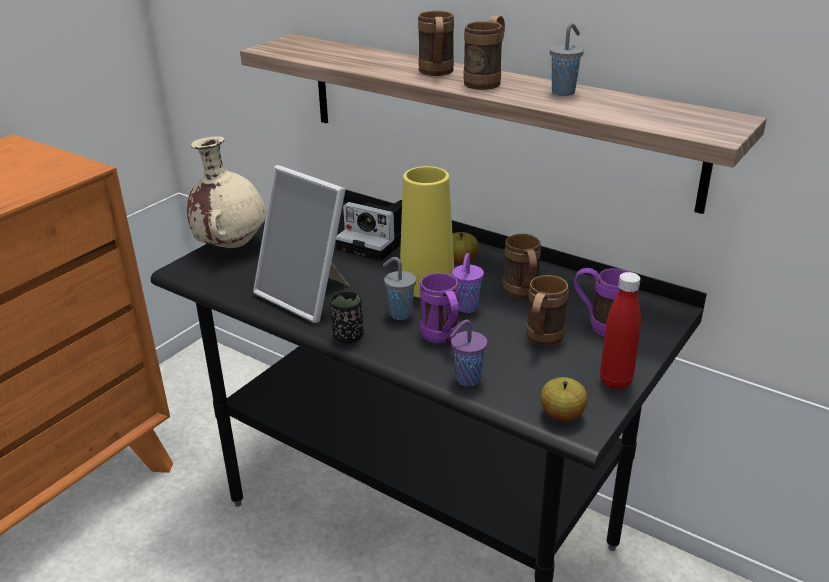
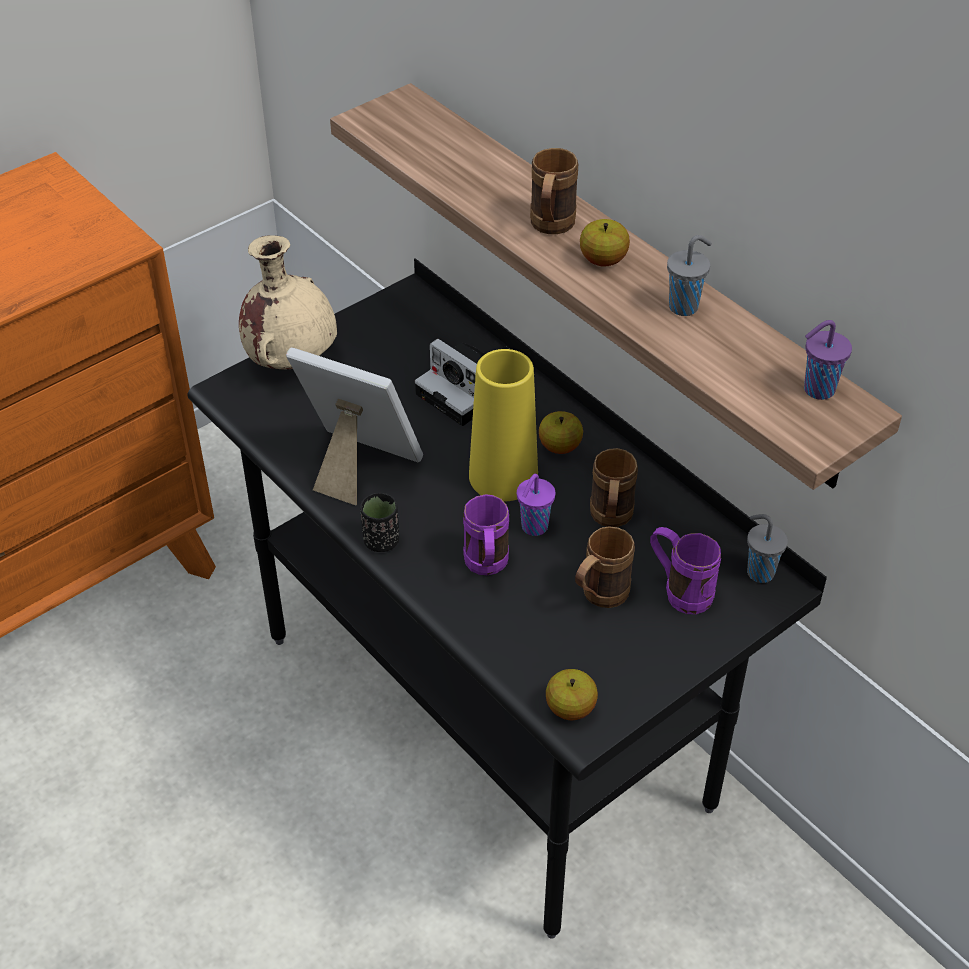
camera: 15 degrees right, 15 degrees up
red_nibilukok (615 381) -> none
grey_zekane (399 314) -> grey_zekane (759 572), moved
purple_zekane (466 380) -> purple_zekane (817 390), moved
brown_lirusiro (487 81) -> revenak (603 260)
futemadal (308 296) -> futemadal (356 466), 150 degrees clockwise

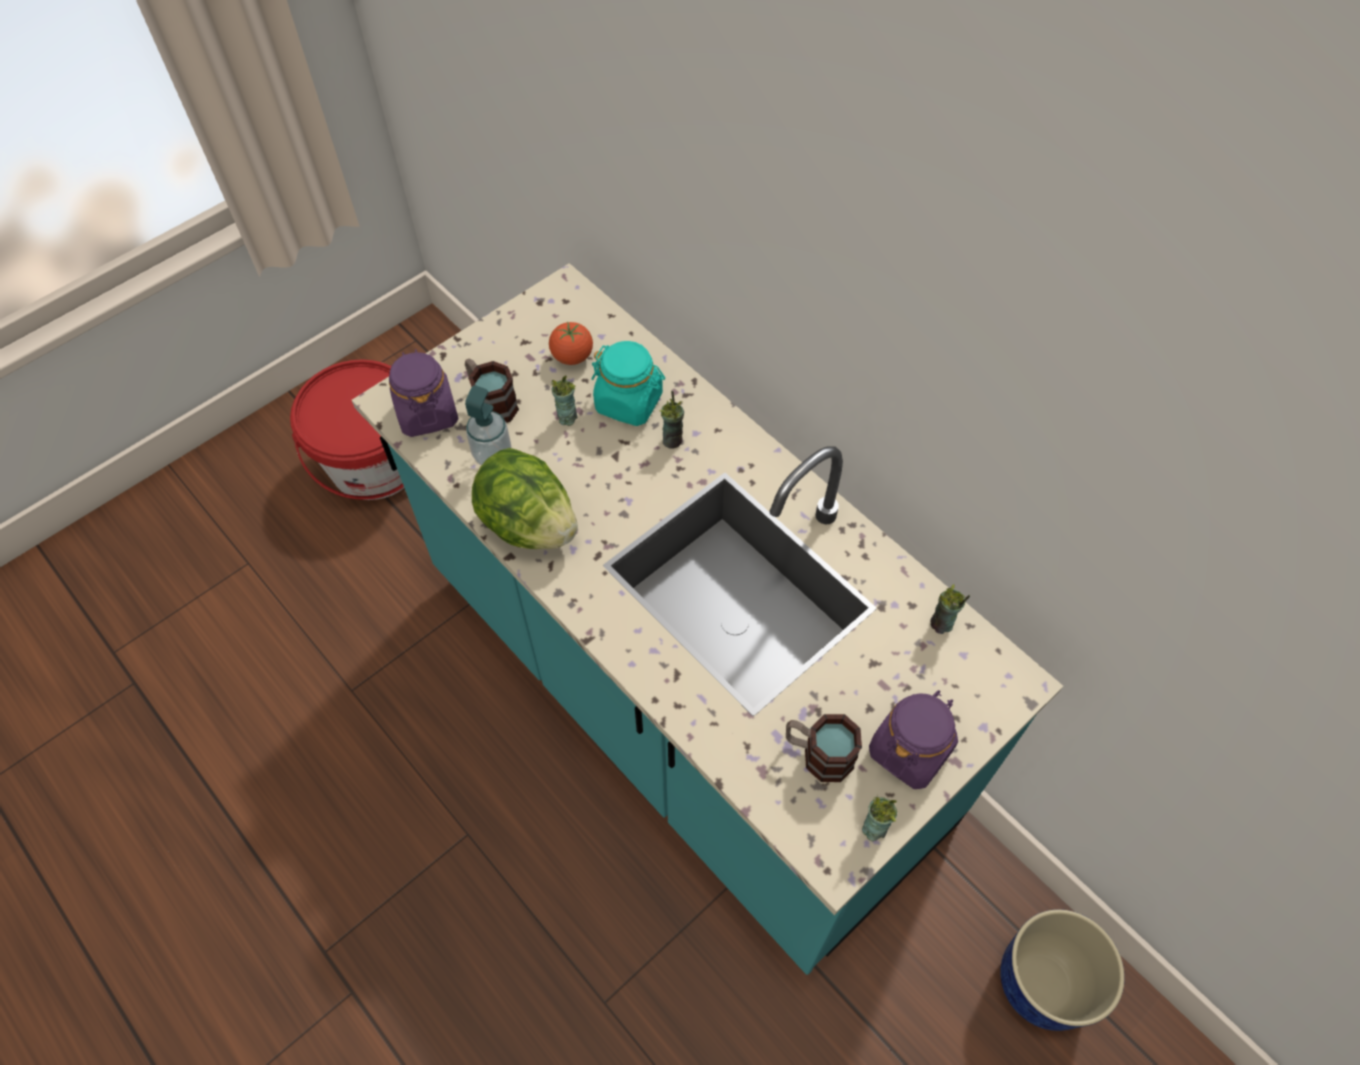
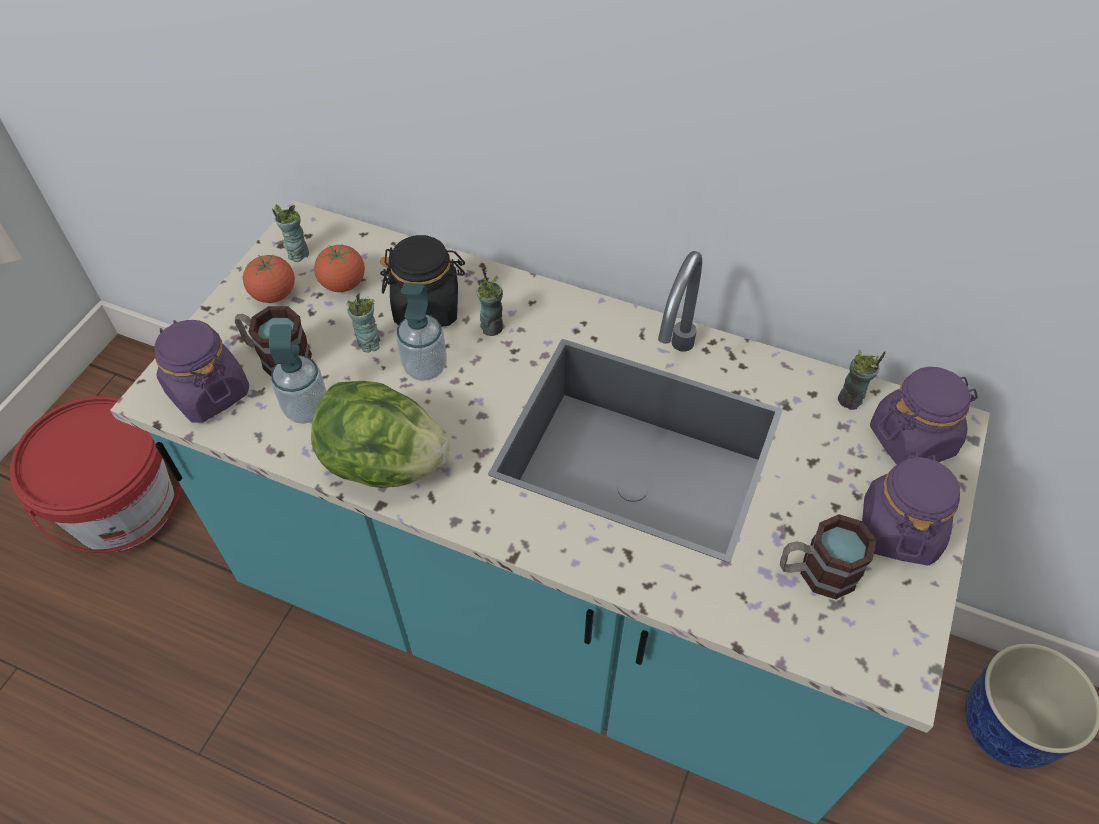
camera: 25 degrees left, 5 degrees down
none -> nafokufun (274 294)
none -> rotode (425 367)
none -> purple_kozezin (911 440)
zekane (874 828) -> zekane (298 254), moved
turquoise_kozezin (629 402) -> black_kozezin (427 307)

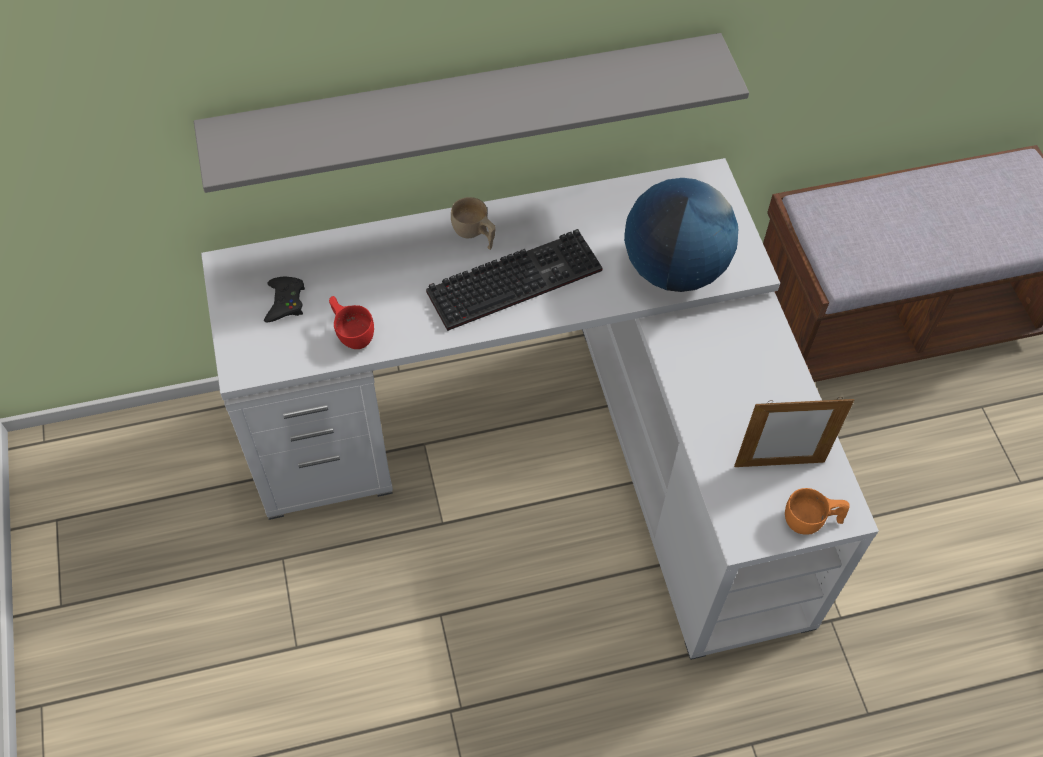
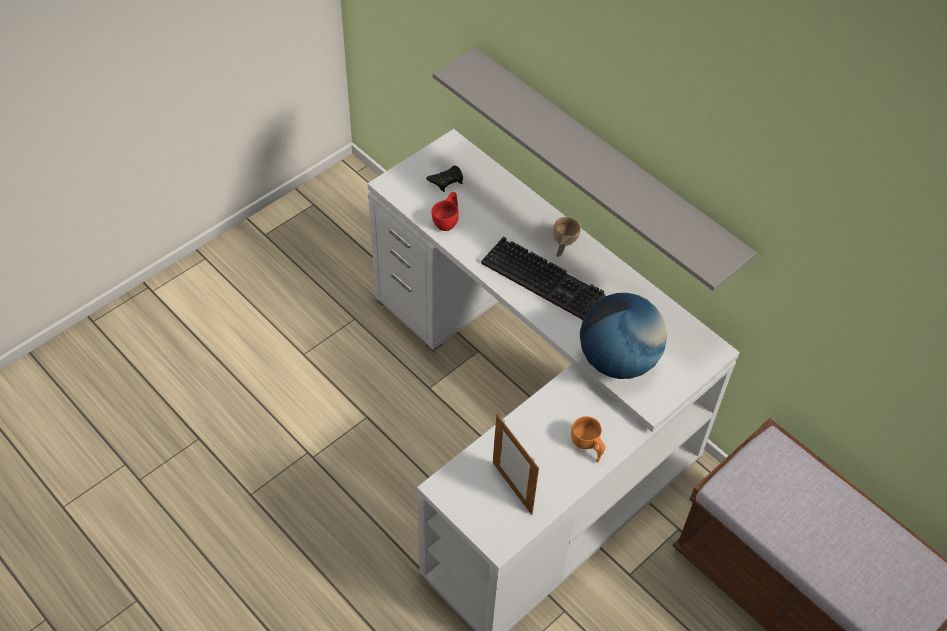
camera: 60 degrees right, 5 degrees down
orange_zekane (811 521) -> orange_zekane (587 446), moved

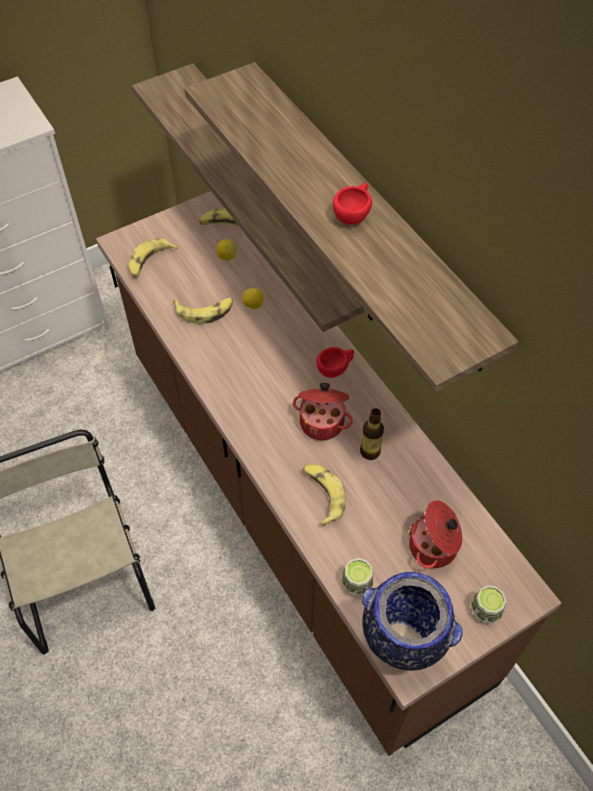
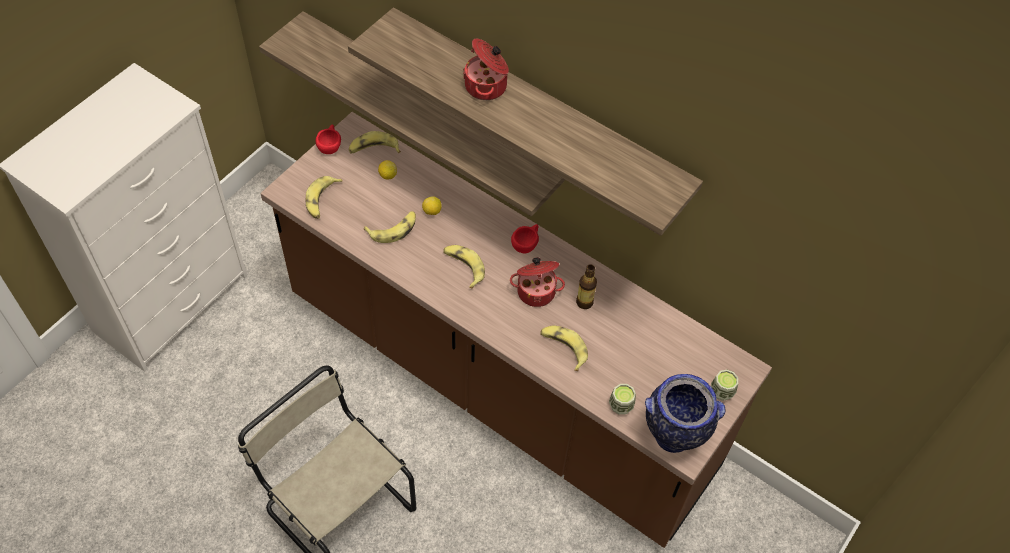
camera: 25 degrees left, 0 degrees up
none -> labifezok (464 267)
red_zekane (353 214) -> red_zekane (330 146), moved
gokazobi (434 547) -> gokazobi (487 86), moved

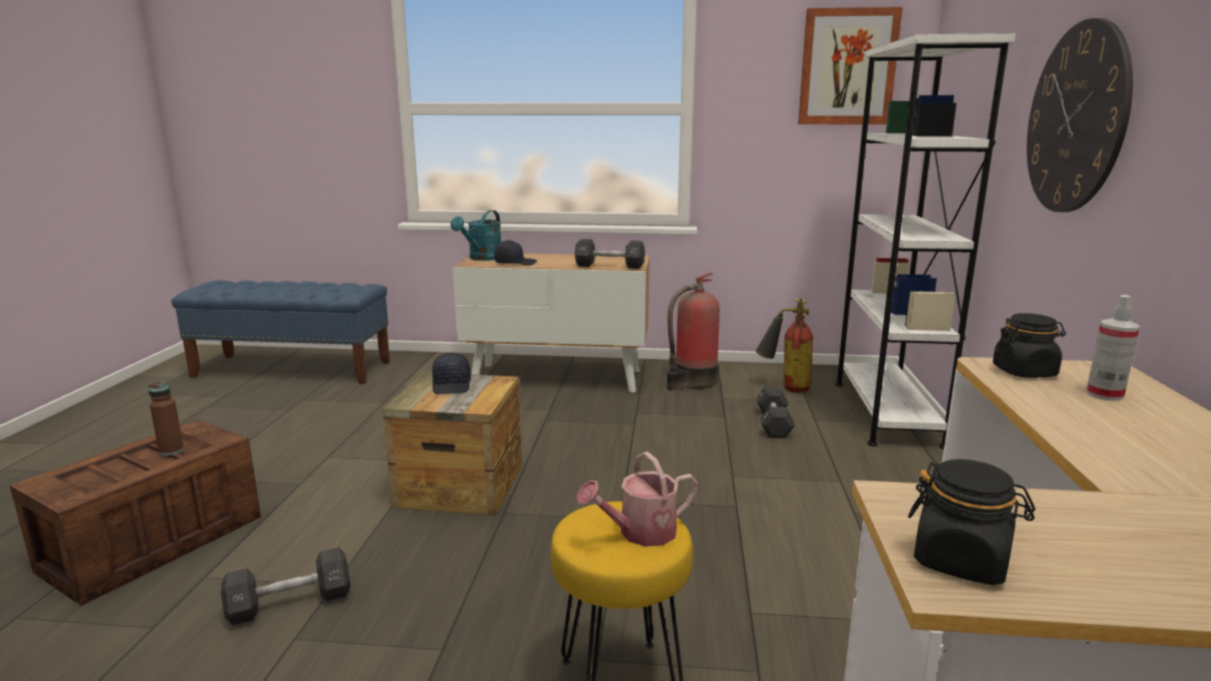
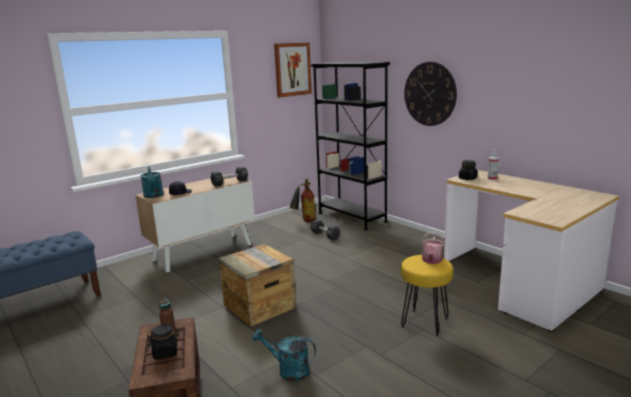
camera: 45 degrees left, 0 degrees up
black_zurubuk (452 385) -> none
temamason (692 382) -> none
black_kozezin (961 561) -> black_kozezin (165 353), moved
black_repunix (290 603) -> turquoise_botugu (288 370)
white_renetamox (886 413) -> black_renetamox (351 217)

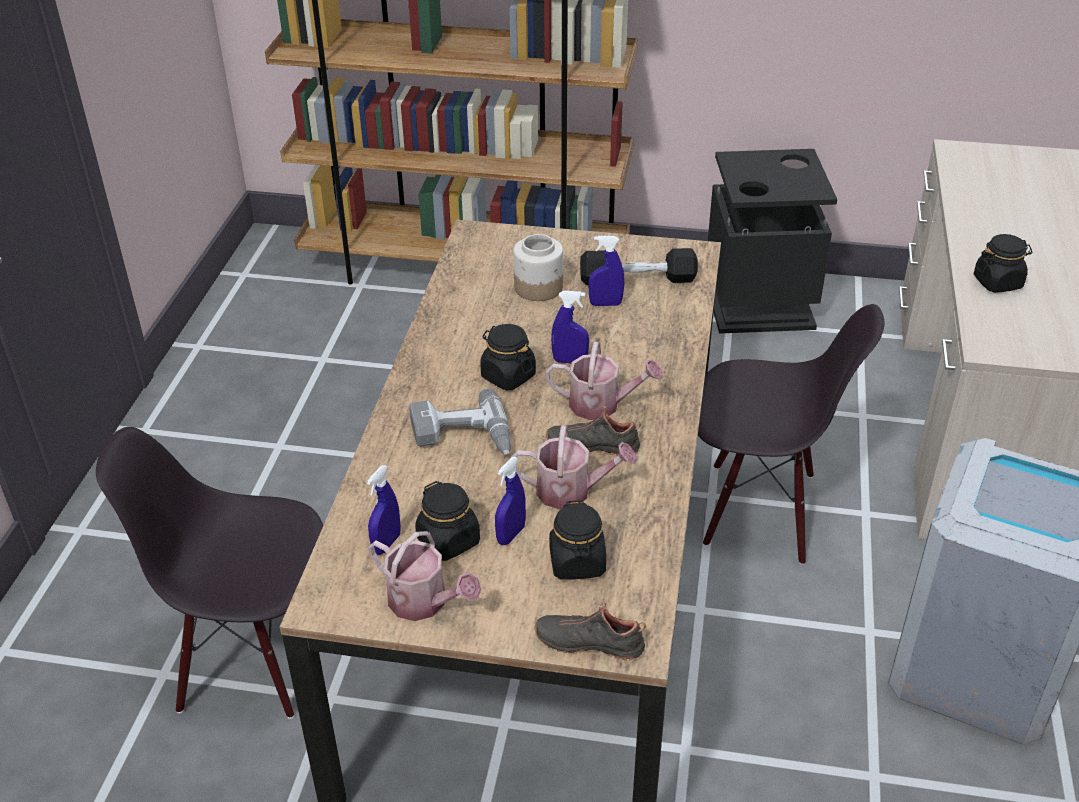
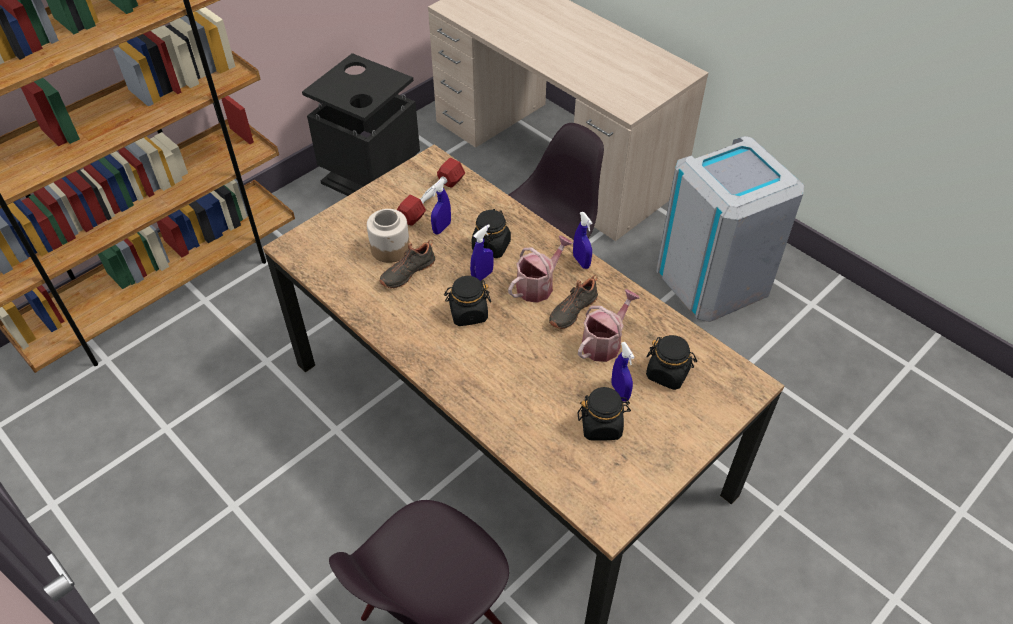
camera: 55 degrees left, 10 degrees up
botugu (424 602) -> none
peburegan (462 438) -> none
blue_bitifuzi (386 544) -> blue_bitifuzi (581 261), moved
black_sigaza (590 641) -> black_sigaza (407 272), moved
black_kozezin (998 282) -> black_kozezin (491 246), moved
black_repunix (638 279) -> red_repunix (432 199)

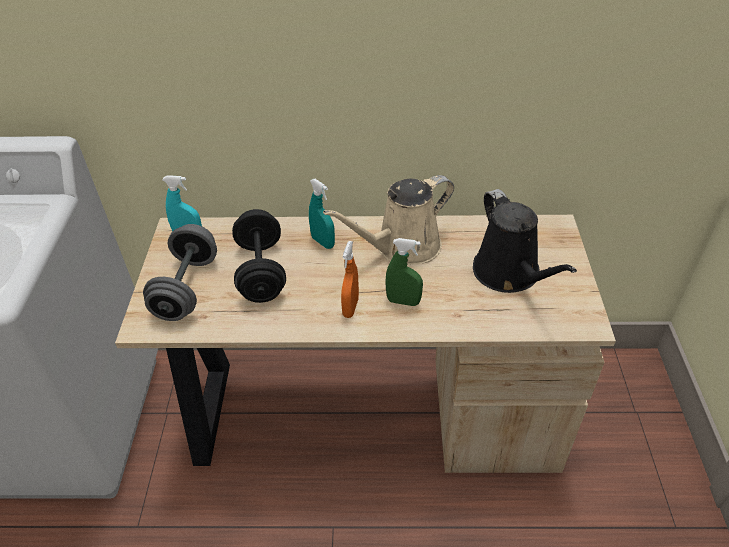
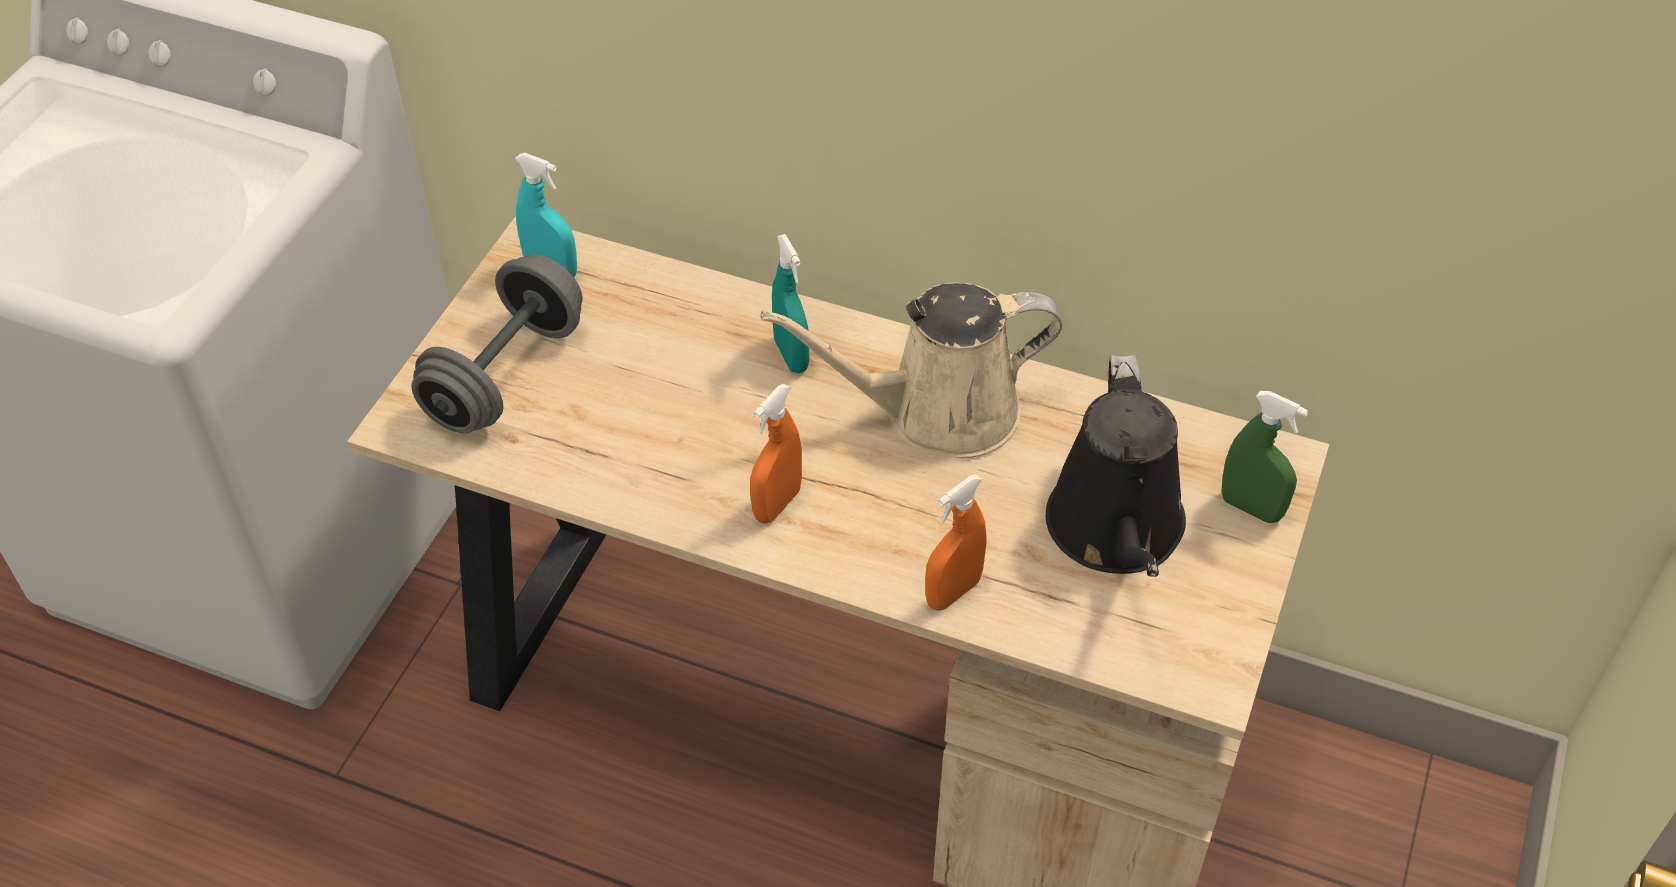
camera: 20 degrees right, 5 degrees up
black_repunix (261 272) -> none
none -> orange_bitifuzi (953 592)
green_bitifuzi (403 301) -> green_bitifuzi (1251 508), moved

